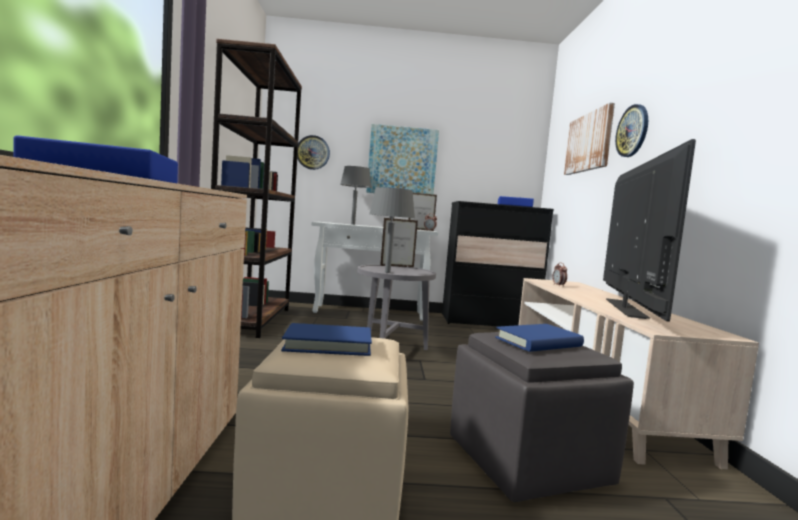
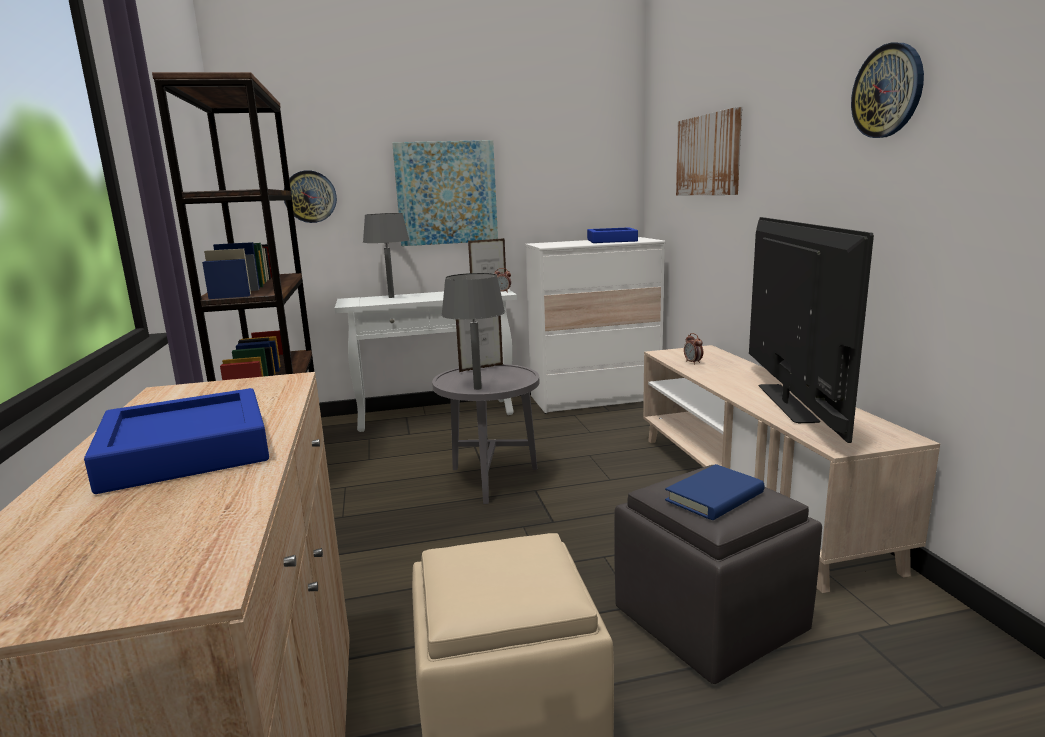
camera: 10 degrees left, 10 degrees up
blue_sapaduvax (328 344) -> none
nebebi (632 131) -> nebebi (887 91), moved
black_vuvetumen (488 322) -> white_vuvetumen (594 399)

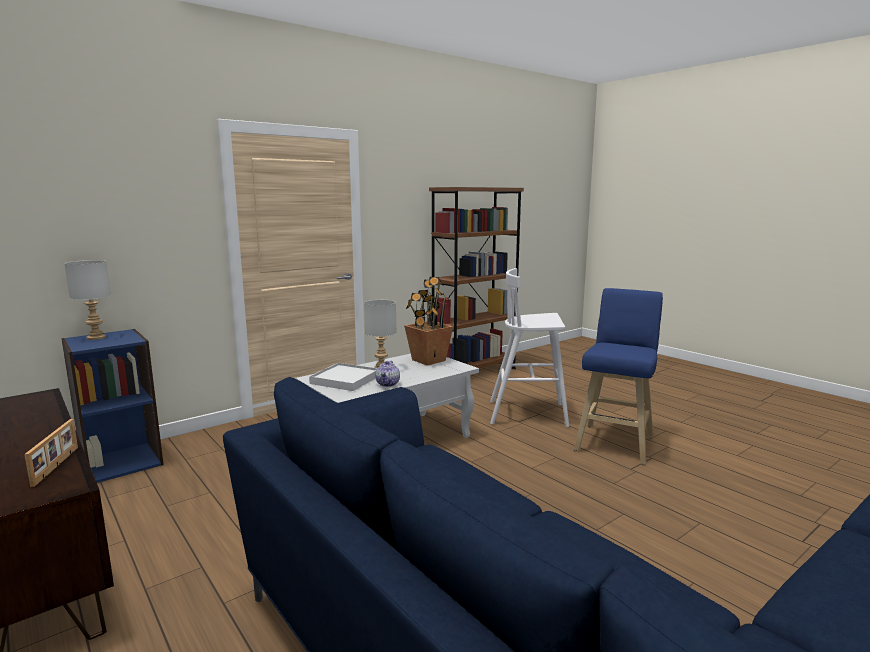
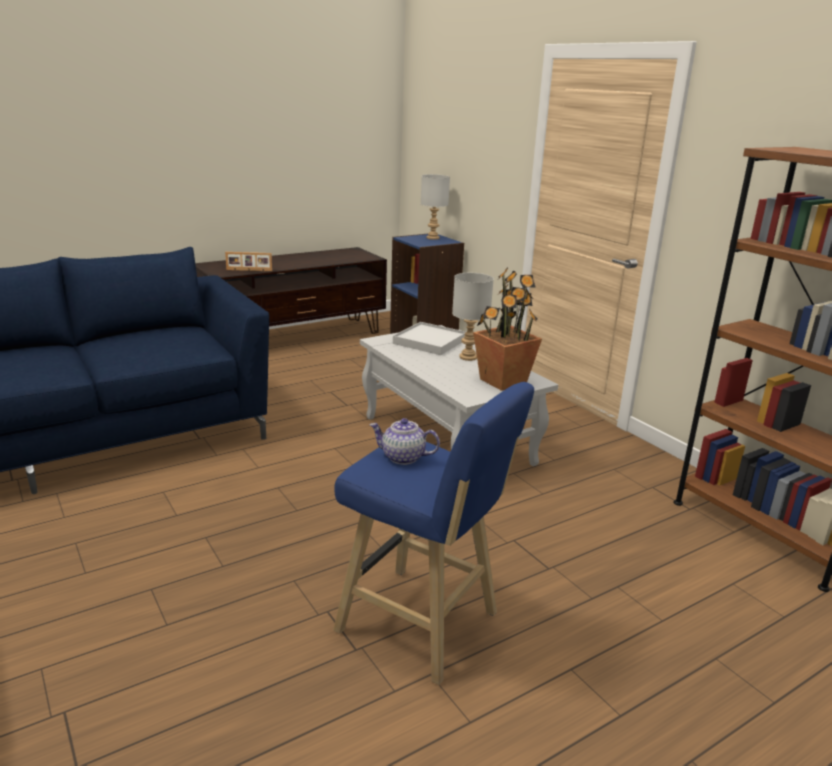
camera: 95 degrees right, 10 degrees up
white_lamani (529 414) -> none
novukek (388 384) -> novukek (402 457), moved

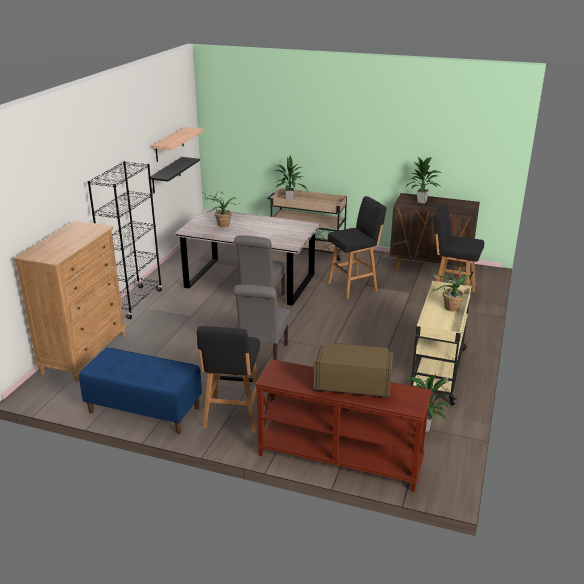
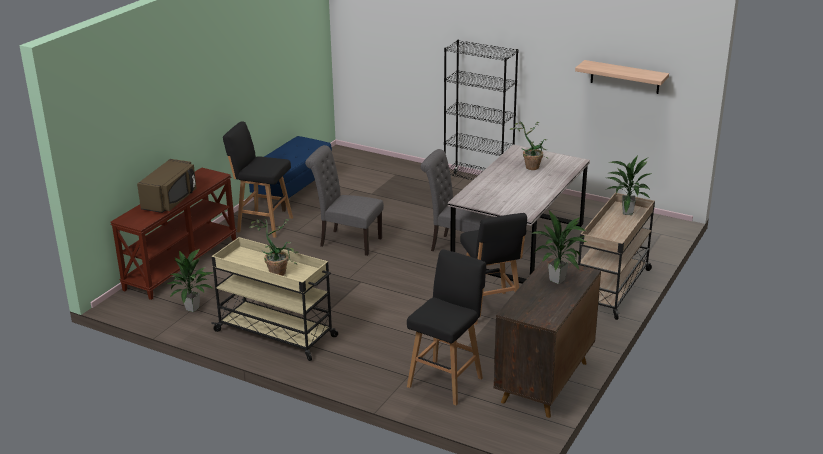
camera: 100 degrees right, 0 degrees up
brown_vuvetumen (84 354) -> none
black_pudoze (166 175) -> none

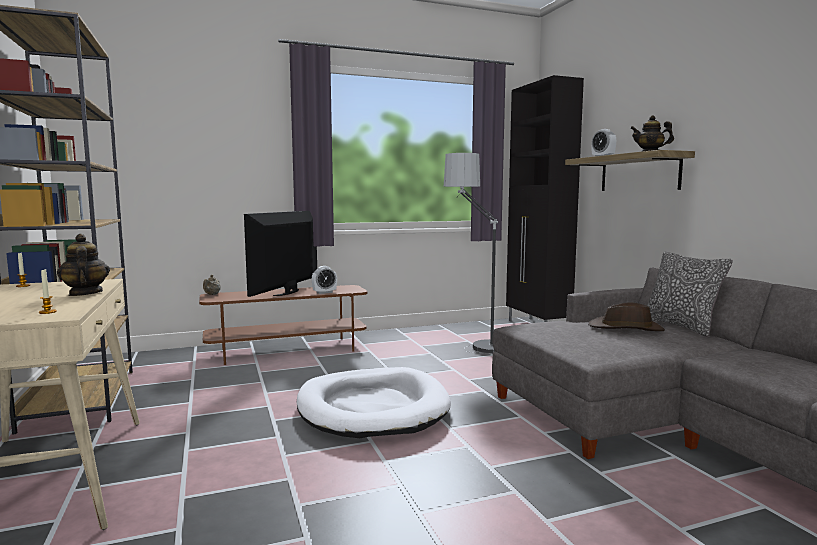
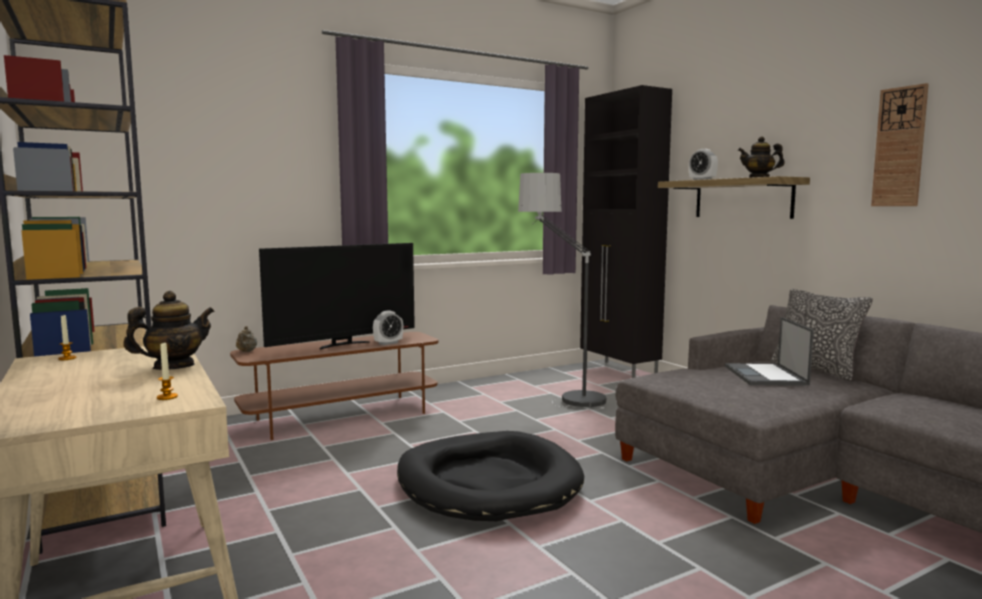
camera: 10 degrees left, 0 degrees up
none -> nebebi (899 147)
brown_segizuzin (626 328) -> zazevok (766 376)
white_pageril (372 408) -> black_pageril (488 483)
novukek (85 293) -> novukek (173 367), 90 degrees clockwise
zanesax (288 292) -> zanesax (343 344), 135 degrees counterclockwise

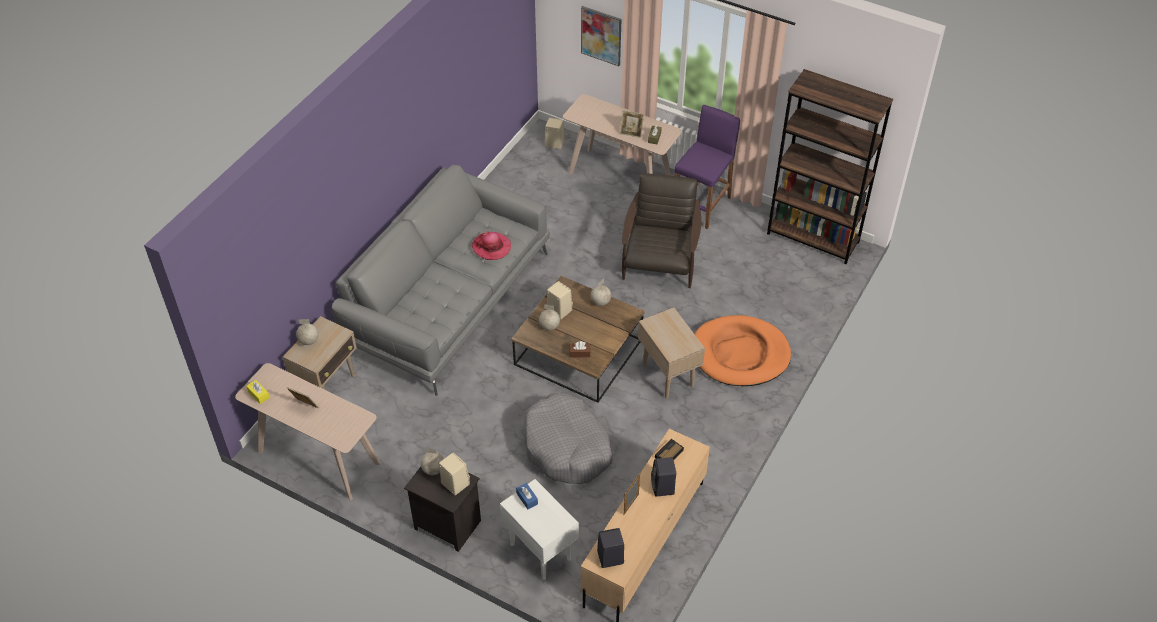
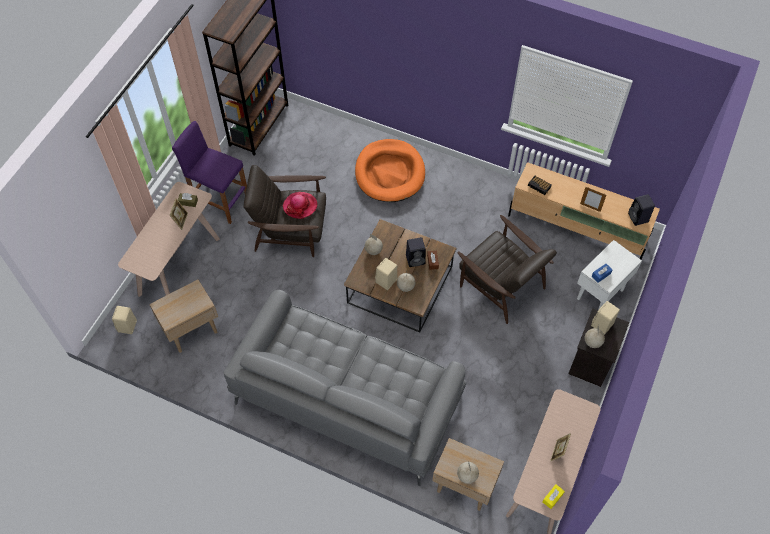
camera: 95 degrees left, 10 degrees up
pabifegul (601 35) -> none
segizuzin (491 247) -> segizuzin (300 206), moved
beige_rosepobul (668 375) -> beige_rosepobul (191 332), moved
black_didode (663 487) -> black_didode (416 259), moved
grey_pageril (567 447) -> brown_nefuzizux (500 285)

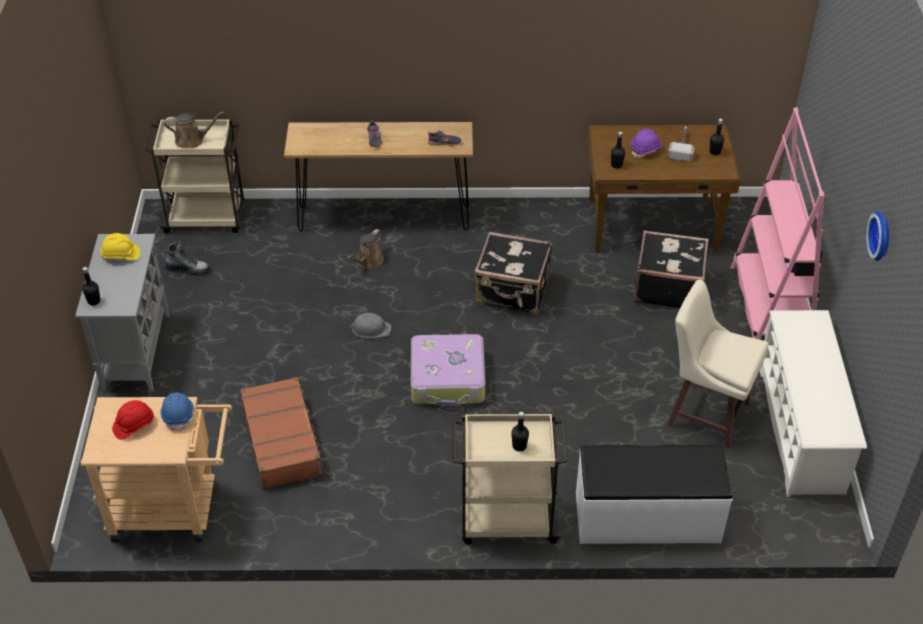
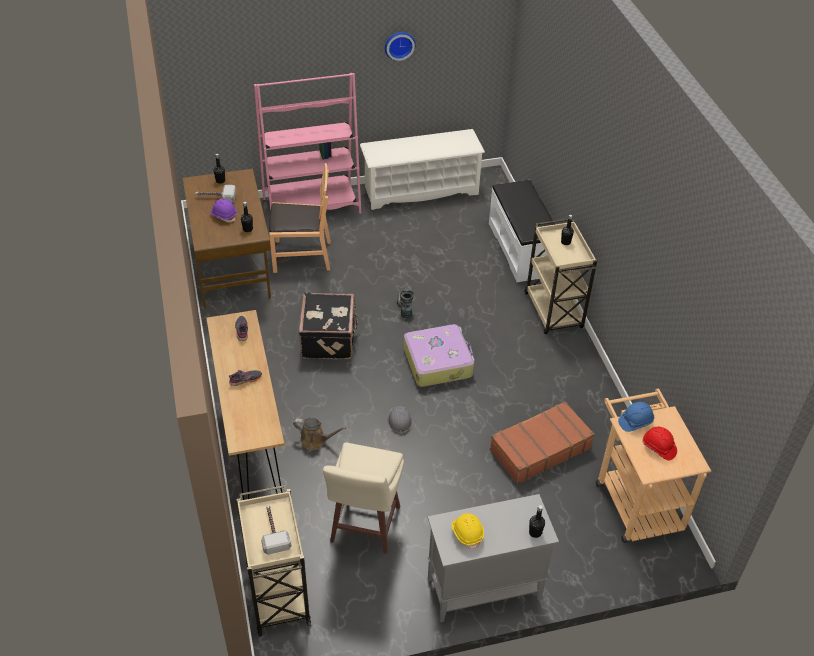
camera: 105 degrees left, 0 degrees up
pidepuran (187 269) -> pidepuran (405 307), moved
beige_lamani (706 413) -> beige_lamani (364 525), moved
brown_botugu (192 141) -> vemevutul (273 530)
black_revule (667 286) -> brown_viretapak (302 256)

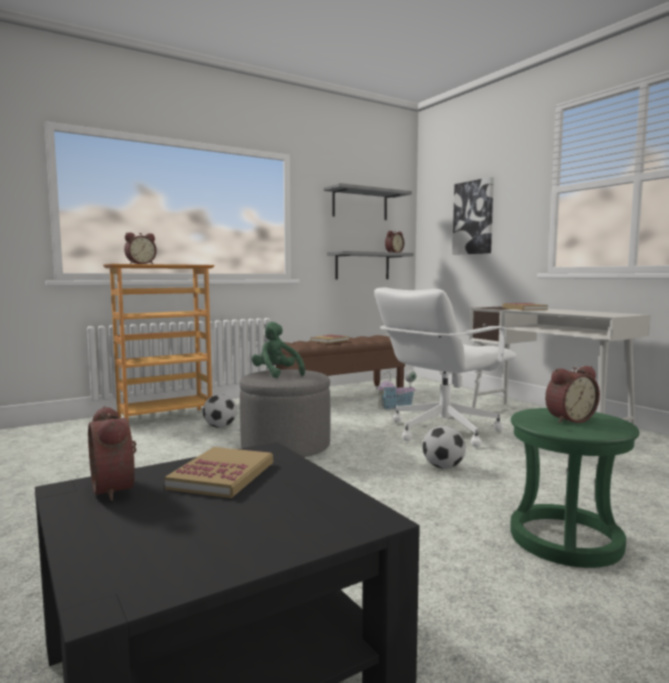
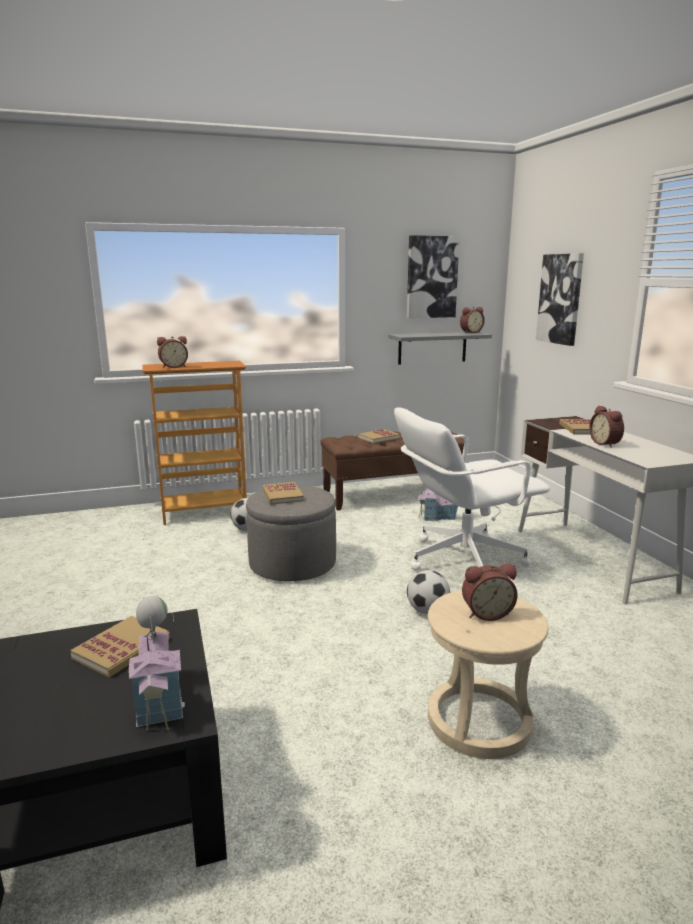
camera: 15 degrees right, 10 degrees up
none -> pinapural (160 699)
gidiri (117 488) -> gidiri (606 443), moved
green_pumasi (276 374) -> sapaduvax (282 495)
grey_pudoze (360 204) -> pabifegul (431 277)
green_lamani (565 539) -> beige_lamani (478 721)

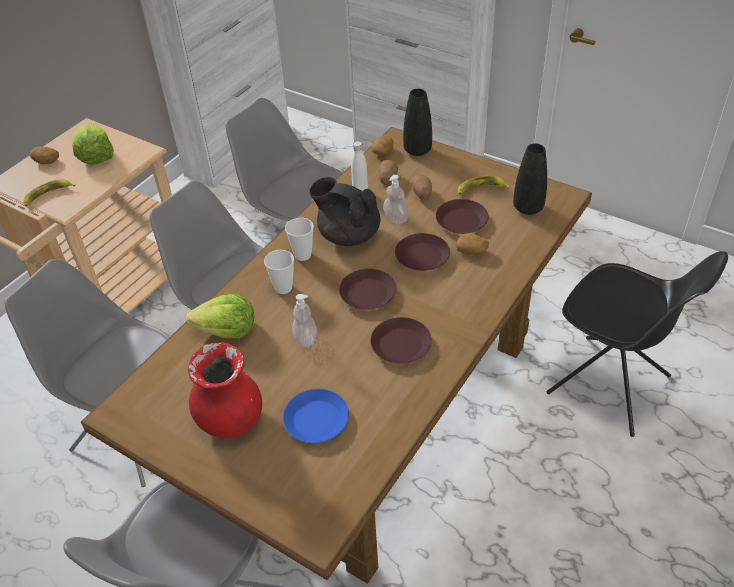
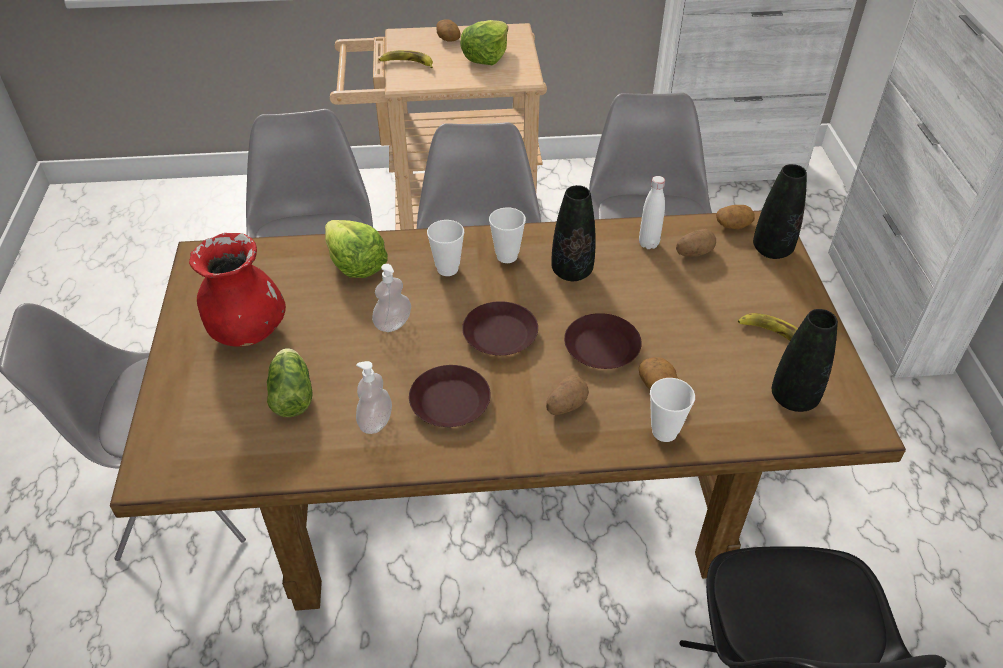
camera: 50 degrees right, 0 degrees up
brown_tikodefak (461 221) -> none
none -> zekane (664 432)
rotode (395 219) -> rotode (375 422), moved
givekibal (422 194) -> givekibal (565 405), moved
blue_tikodefak (316 420) -> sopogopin (292 393)
black_novukek (348 235) -> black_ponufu (571 272)

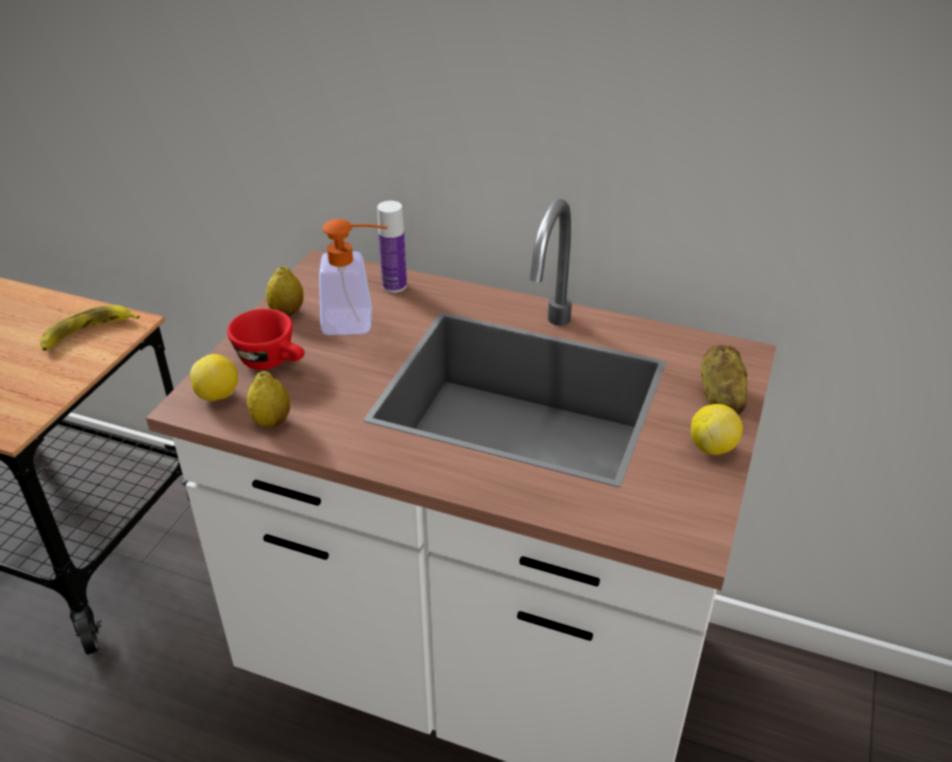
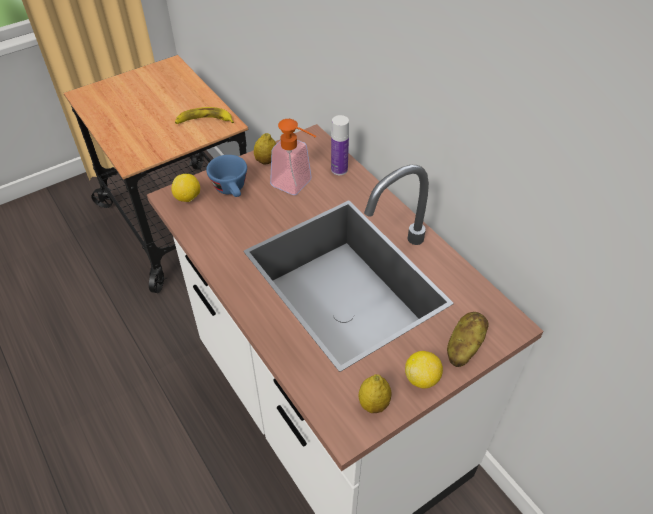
camera: 35 degrees right, 10 degrees up
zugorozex (271 421) -> zugorozex (373 404), moved
red_zekane (273 361) -> blue_zekane (232 190)

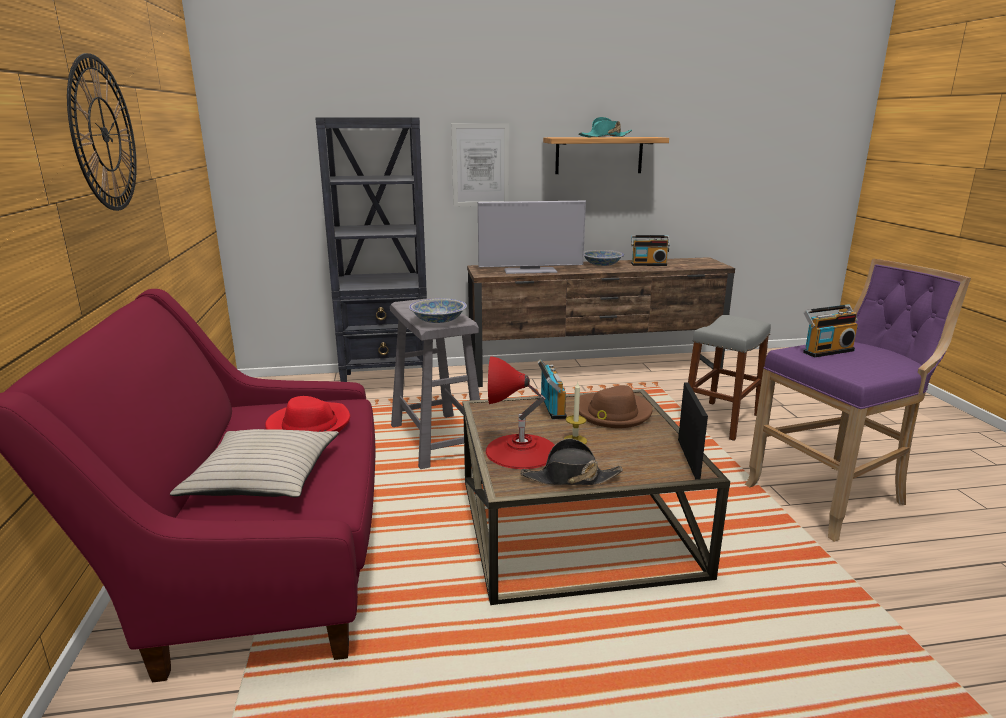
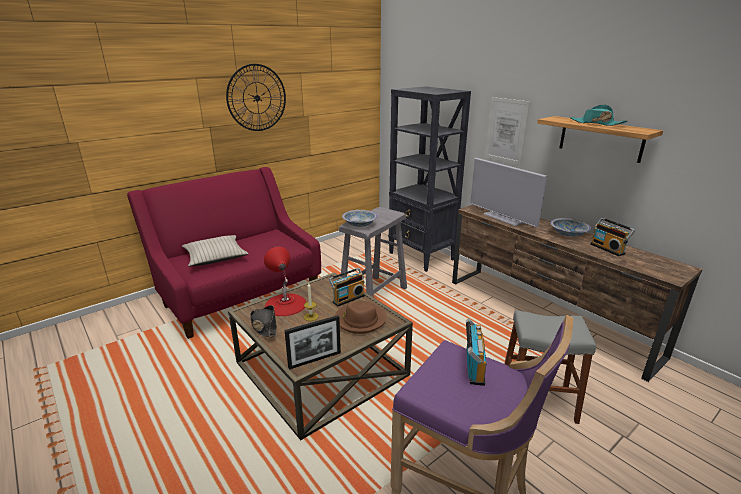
camera: 60 degrees right, 5 degrees up
red_segizuzin (309 425) -> none
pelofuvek (826 351) -> pelofuvek (473 367), 120 degrees counterclockwise

